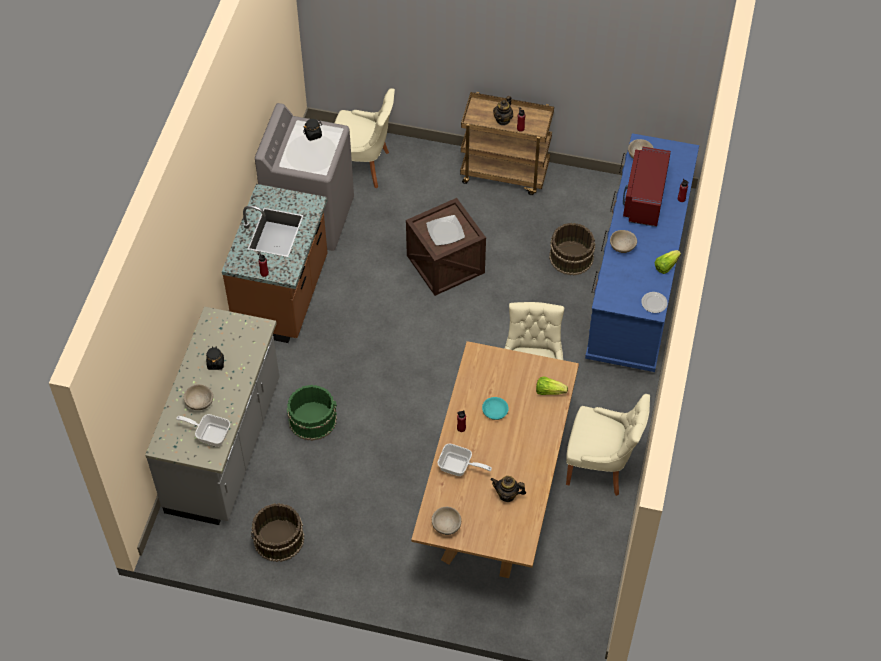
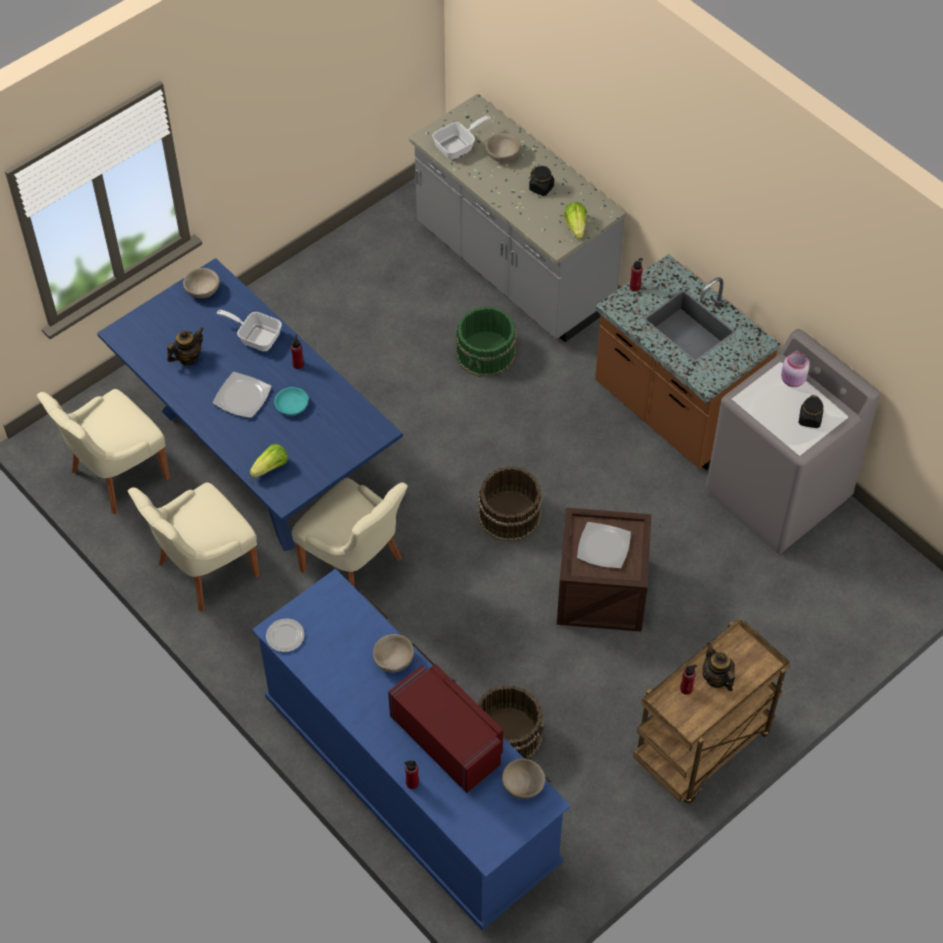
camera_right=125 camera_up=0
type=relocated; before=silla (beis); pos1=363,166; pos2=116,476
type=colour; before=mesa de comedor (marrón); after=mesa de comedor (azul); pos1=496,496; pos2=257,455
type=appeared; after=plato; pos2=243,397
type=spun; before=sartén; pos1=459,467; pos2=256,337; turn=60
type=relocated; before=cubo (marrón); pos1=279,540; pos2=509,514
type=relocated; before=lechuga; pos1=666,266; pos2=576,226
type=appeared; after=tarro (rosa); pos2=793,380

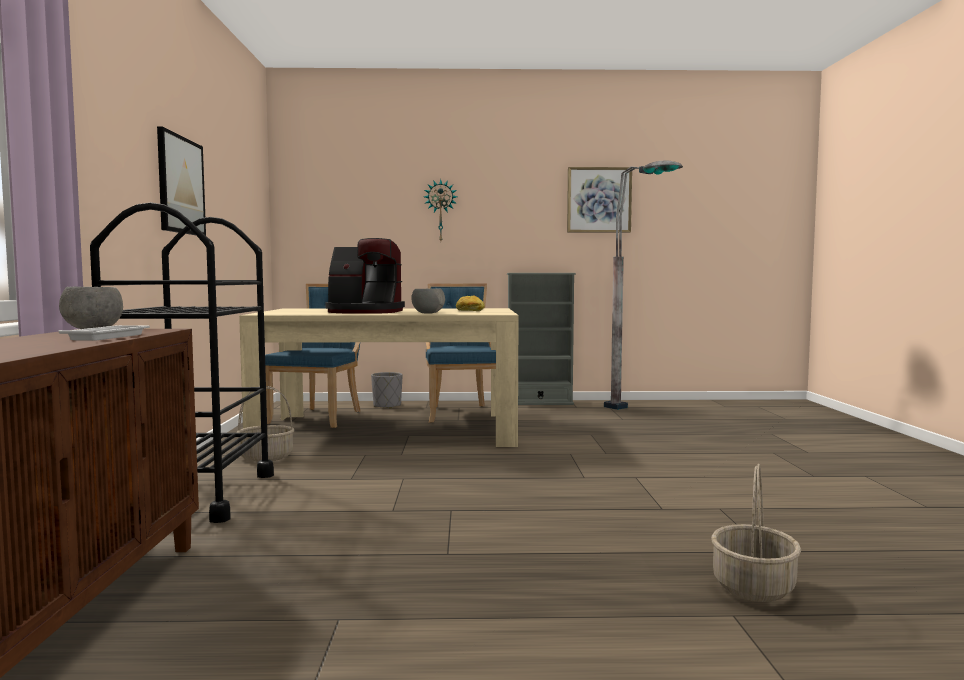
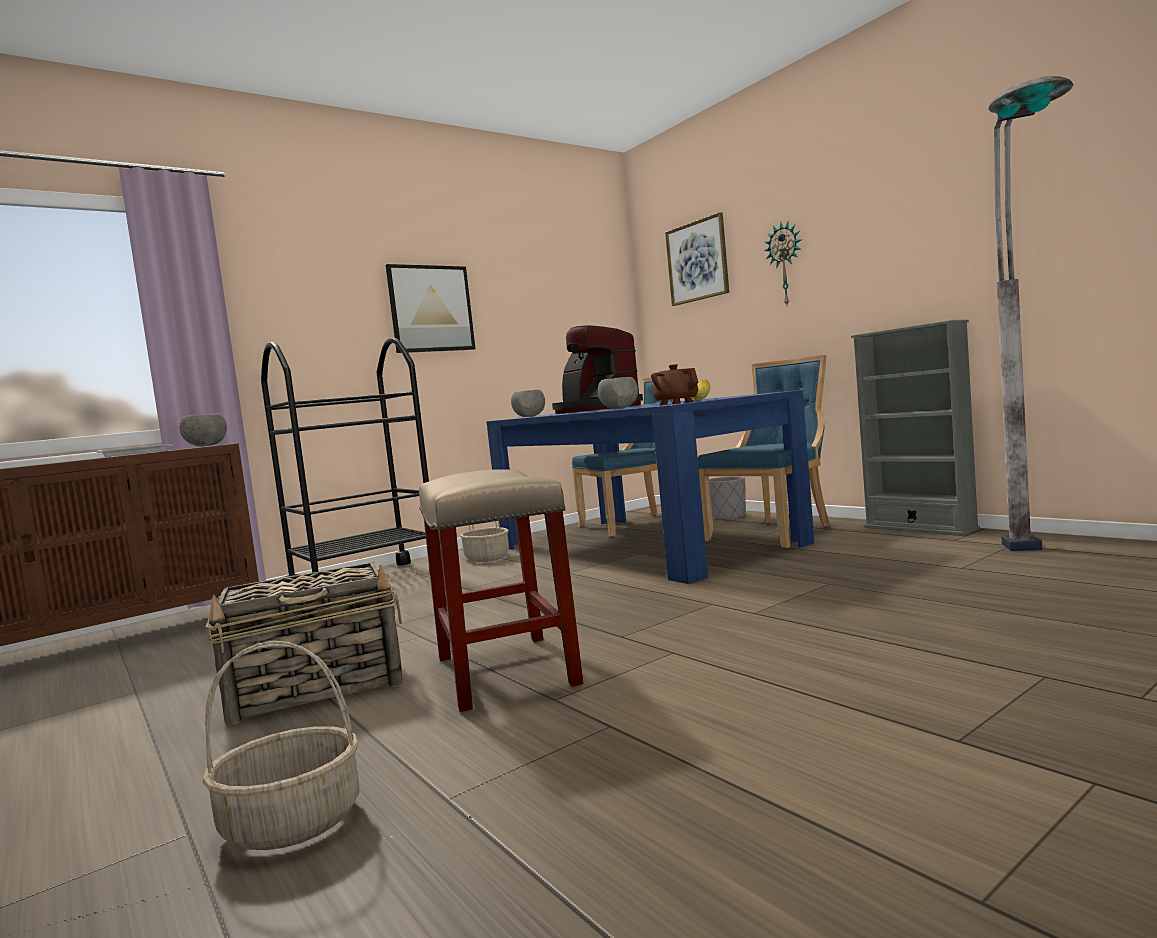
camera_right=55 camera_up=0
type=appeared; after=cesta; pos2=319,687
type=appeared; after=taburete (beis); pos2=507,671
type=colour; before=mesa de comedor (beis); after=mesa de comedor (azul); pos1=390,430; pos2=643,545
type=appeared; after=cuenco (gris); pos2=529,416
type=appeared; after=tetera (marrón); pos2=676,403
type=relocated; before=cuadro; pos1=599,200; pos2=697,261

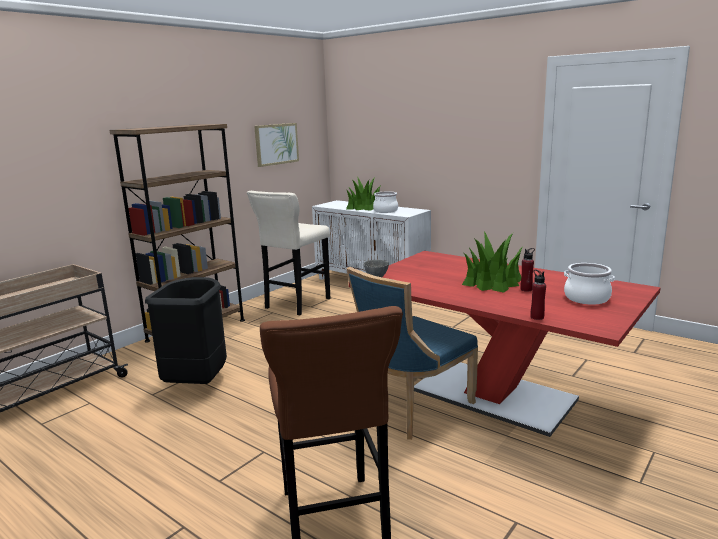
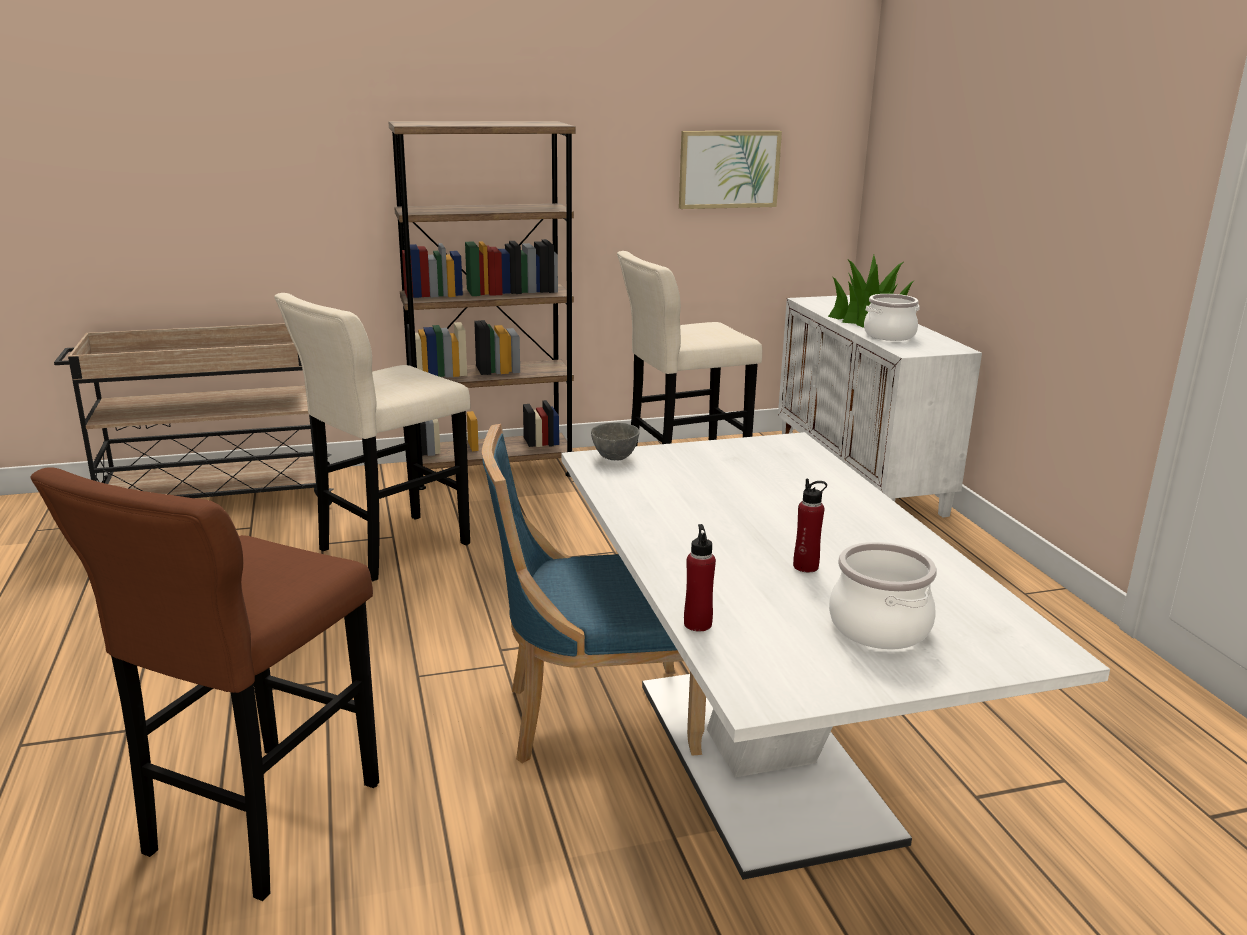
camera_right=35 camera_up=5
type=exchanged; before=papelera (negro); after=taburete (beis); pos1=197,383; pos2=388,549
type=colour; before=mesa de comedor (rojo); after=mesa de comedor (blanco); pos1=493,395; pos2=762,758
type=missing; before=planta en maceta; pos1=492,282

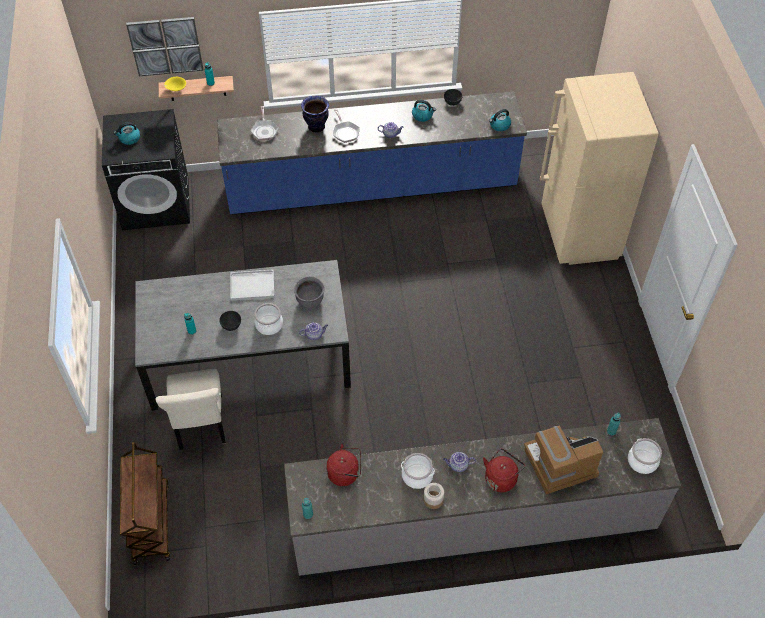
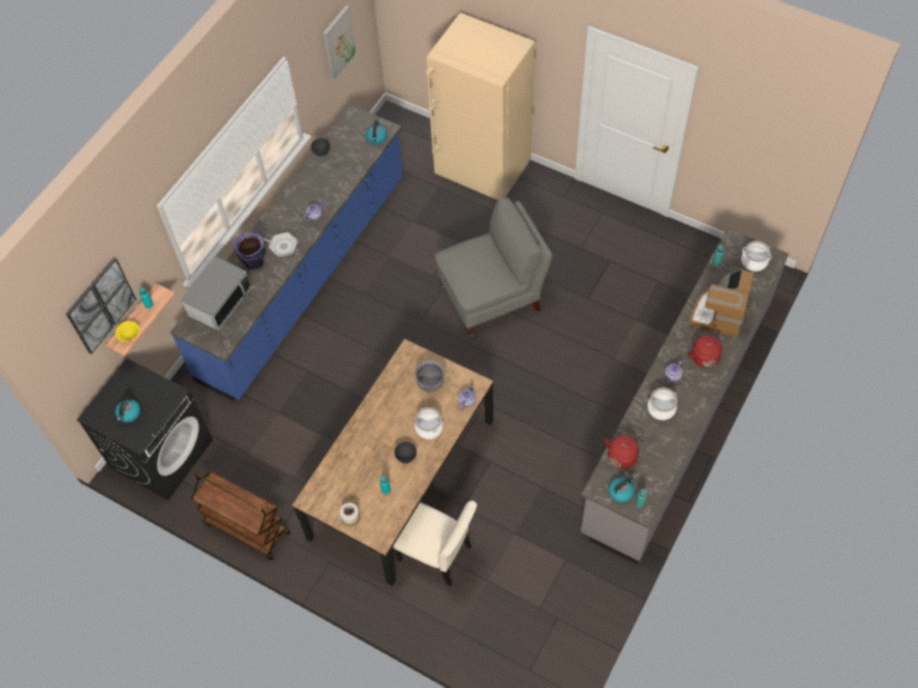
camera_right=-50 camera_up=5
type=exchanged; before=sartén; after=microondas; pos1=264,130; pos2=220,303
type=relocated; before=carrito (marrón); pos1=151,522; pos2=246,528
type=colour; before=mesa de comedor (gris); after=mesa de comedor (marrón); pos1=249,358; pos2=401,477
type=appeared; after=cuadro; pos2=338,42
type=relocated; before=tarro; pos1=433,500; pos2=350,518
type=appeared; after=silla (gris); pos2=492,297
type=relocated; before=hervidor; pos1=422,115; pos2=621,491
type=missing; before=bandeja (blanco); pos1=253,285

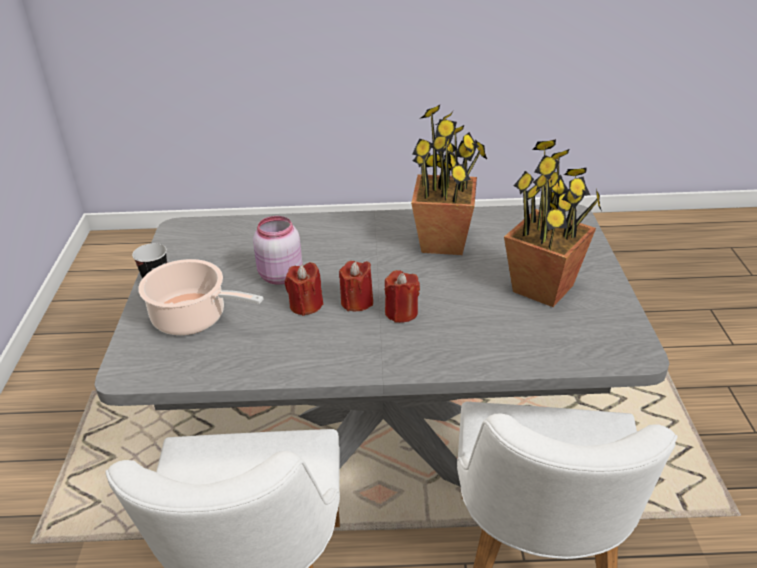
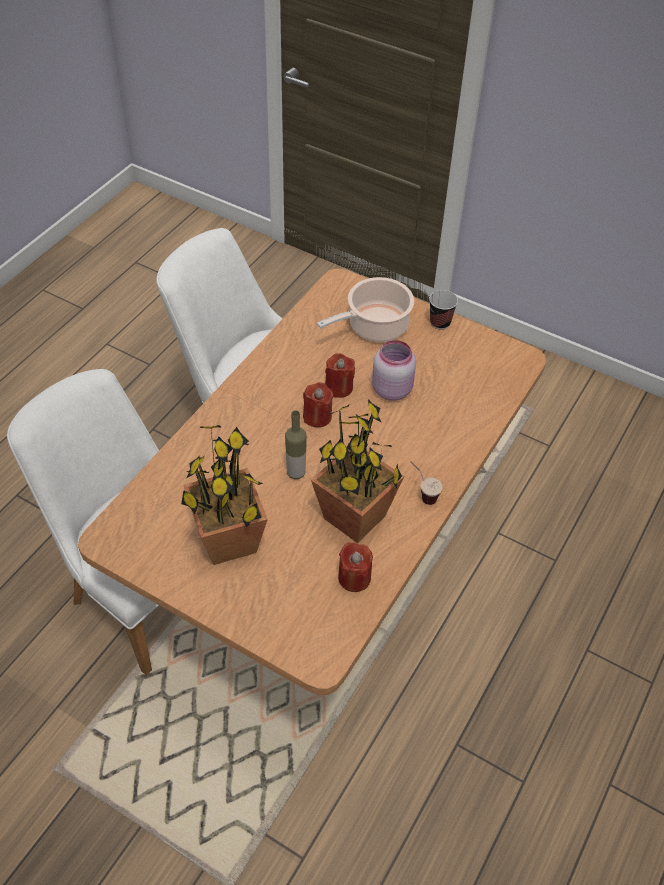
camera_right=120 camera_up=15
type=colour; before=mesa de comedor (gris); after=mesa de comedor (marrón); pos1=383,448; pos2=326,563
type=appeared; after=botella; pos2=296,473
type=relocated; before=vela (rojo); pos1=401,313; pos2=354,578
type=appeared; after=taza; pos2=422,494

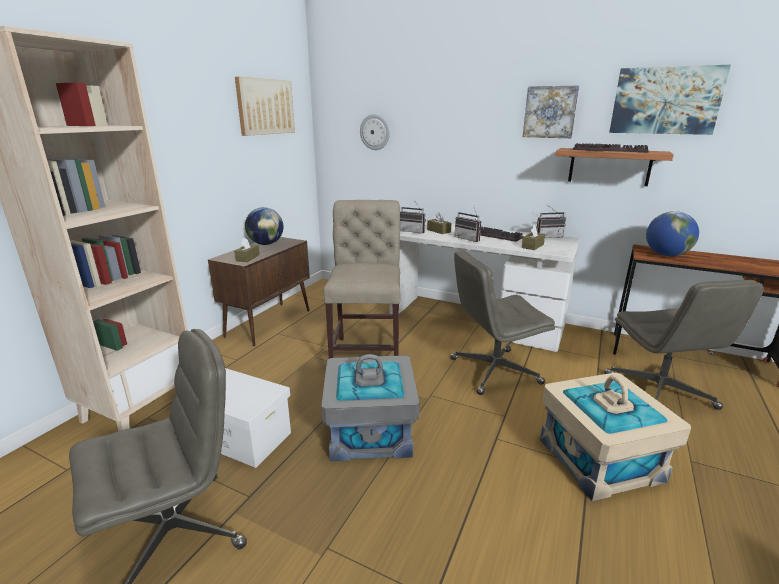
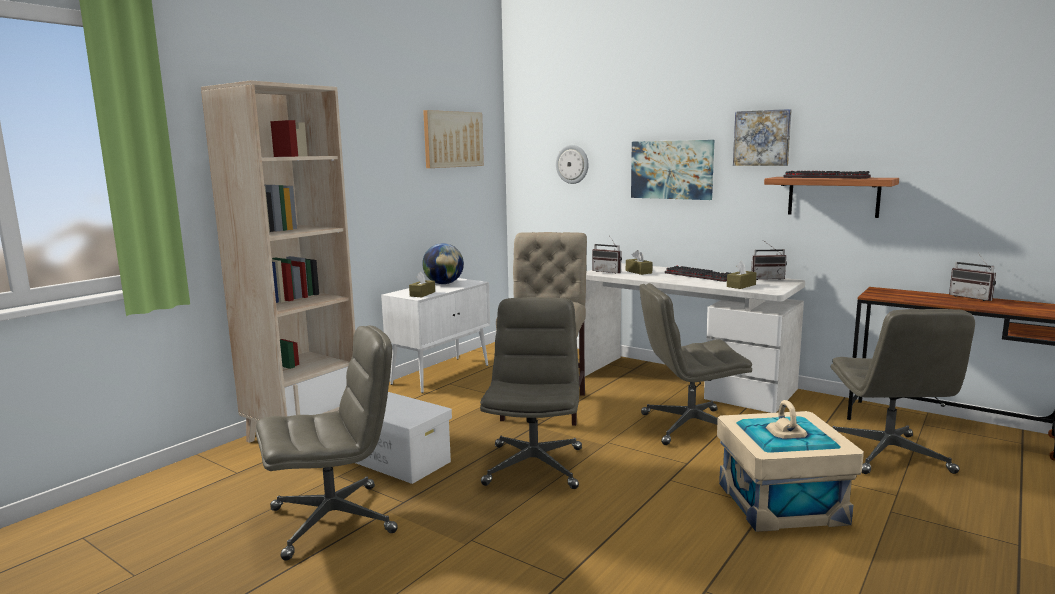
camera_right=10 camera_up=-10
type=colour; before=armario (marrón); after=armario (blanco); pos1=269,323; pos2=441,374
type=exchanged; before=caja de almacenaje (gris); after=silla de oficina (gris); pos1=370,431; pos2=534,465
type=relocated; before=cuadro; pos1=665,101; pos2=672,169
type=relocated; before=radio; pos1=469,239; pos2=972,297
type=missing; before=globo terráqueo; pos1=666,255

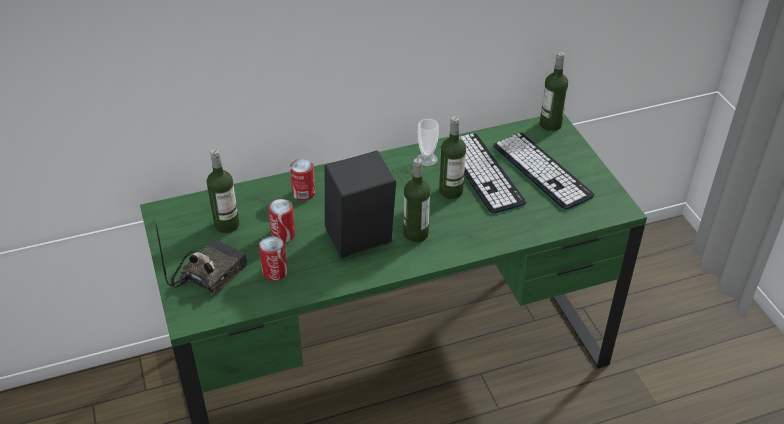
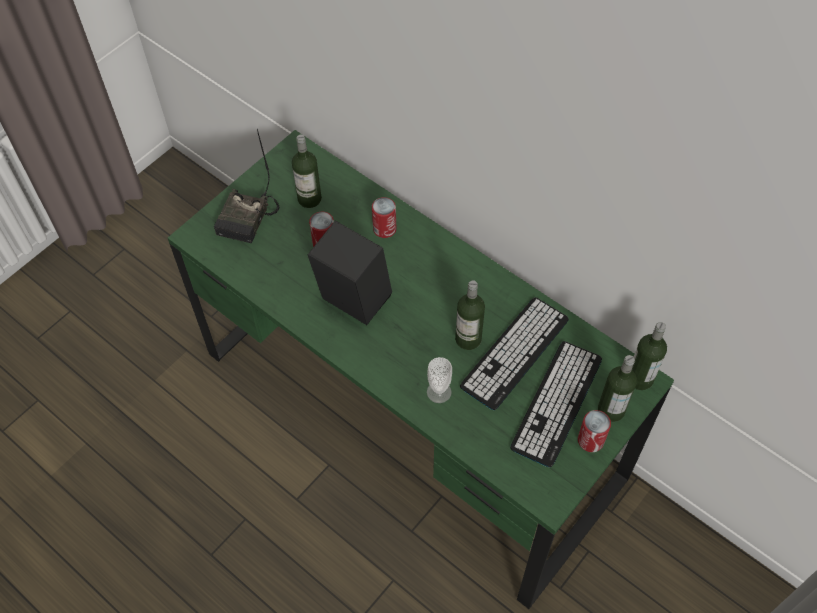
camera_right=60 camera_up=15
type=spun; before=radio; pos1=209,273; pos2=248,220; turn=105
type=relocated; before=taza; pos1=427,159; pos2=439,392
type=relocated; before=lata; pos1=275,272; pos2=590,440
type=relocated; before=botella; pos1=416,234; pos2=611,410

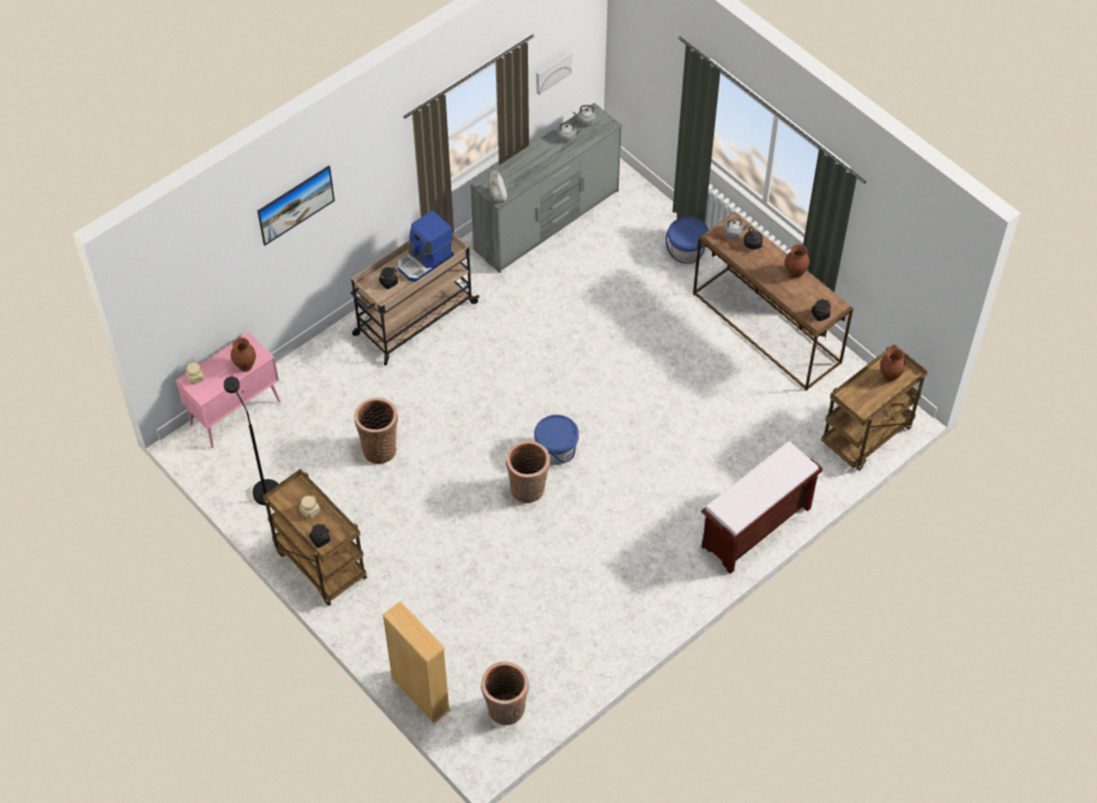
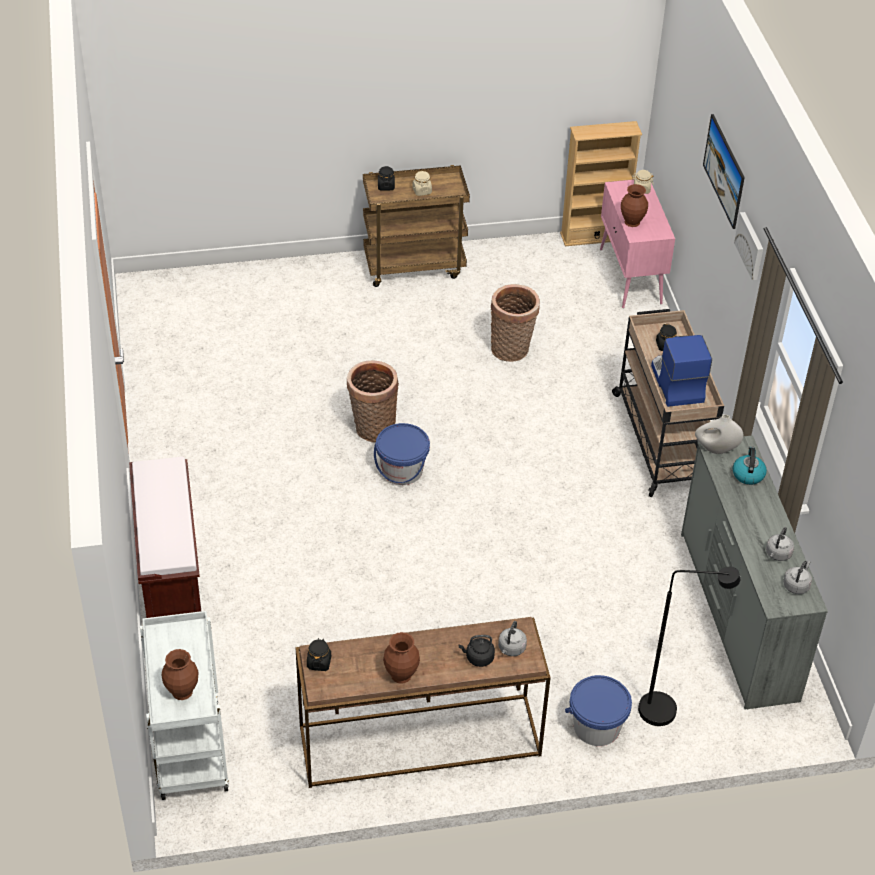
camera_right=120 camera_up=-10
type=colour; before=carrito (marrón); after=carrito (blanco); pos1=866,437; pos2=188,746
type=relocated; before=estantería (beis); pos1=420,694; pos2=594,236
type=relocated; before=lámpara de pie (negro); pos1=262,487; pos2=668,710
type=appeared; after=hervidor; pos2=748,474
type=relocated; before=cuadro; pos1=552,71; pos2=751,245
type=missing; before=cesta; pos1=506,711

